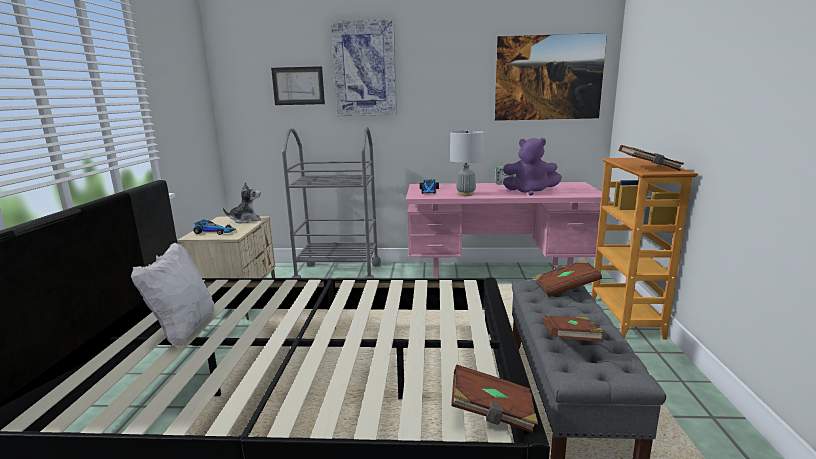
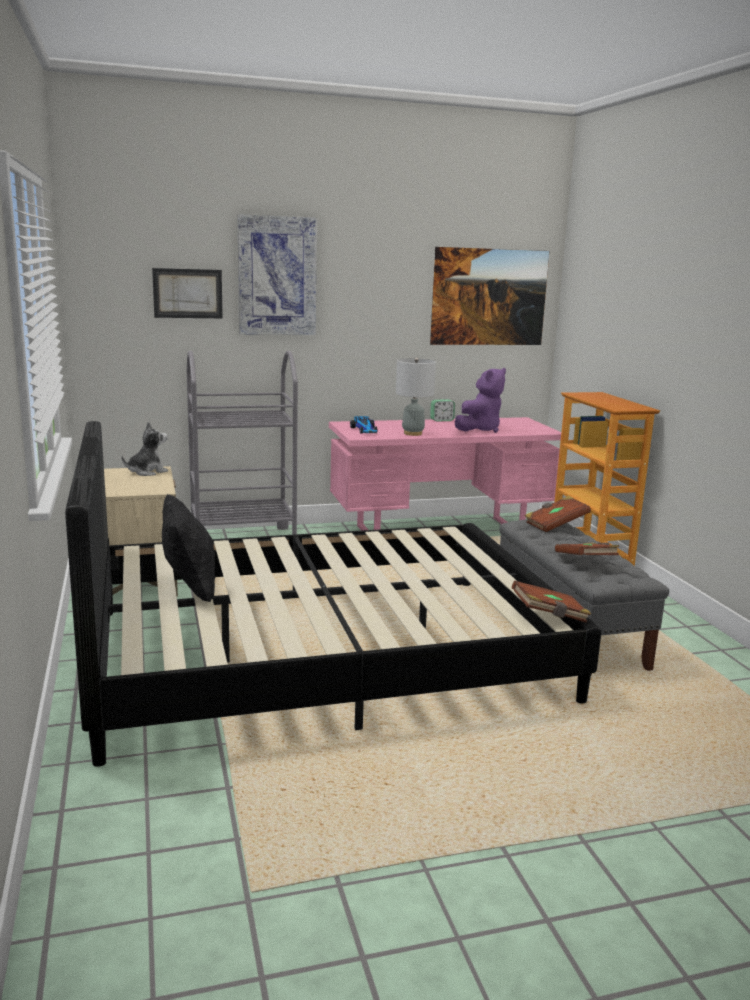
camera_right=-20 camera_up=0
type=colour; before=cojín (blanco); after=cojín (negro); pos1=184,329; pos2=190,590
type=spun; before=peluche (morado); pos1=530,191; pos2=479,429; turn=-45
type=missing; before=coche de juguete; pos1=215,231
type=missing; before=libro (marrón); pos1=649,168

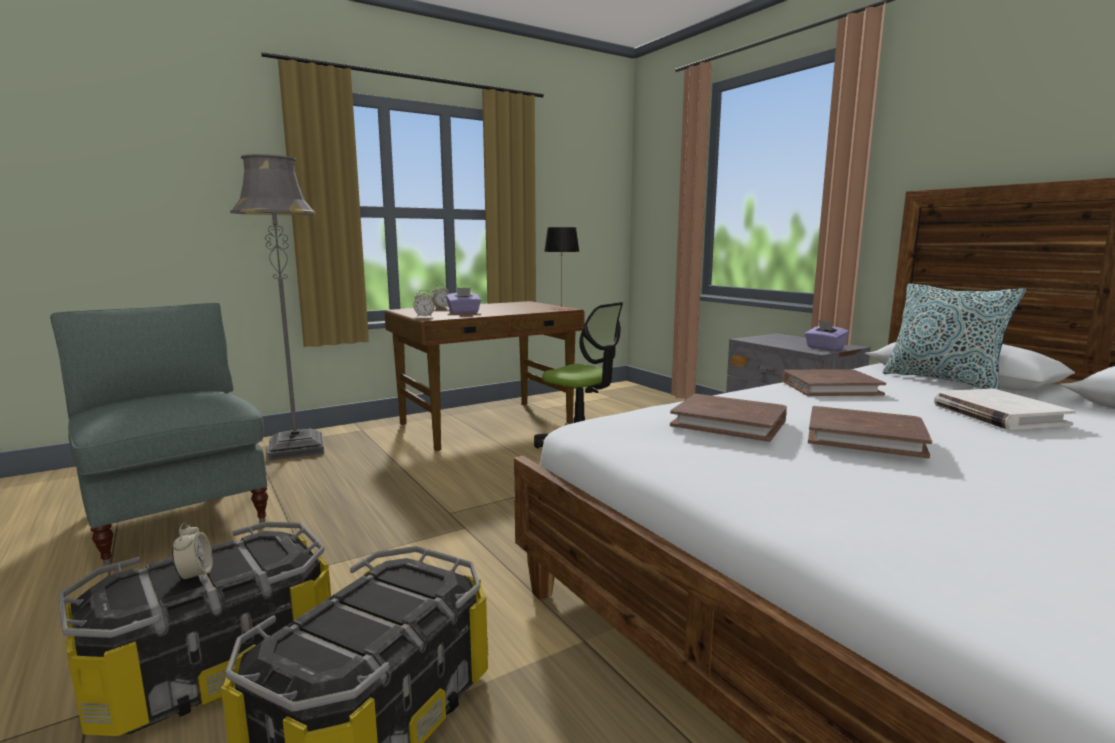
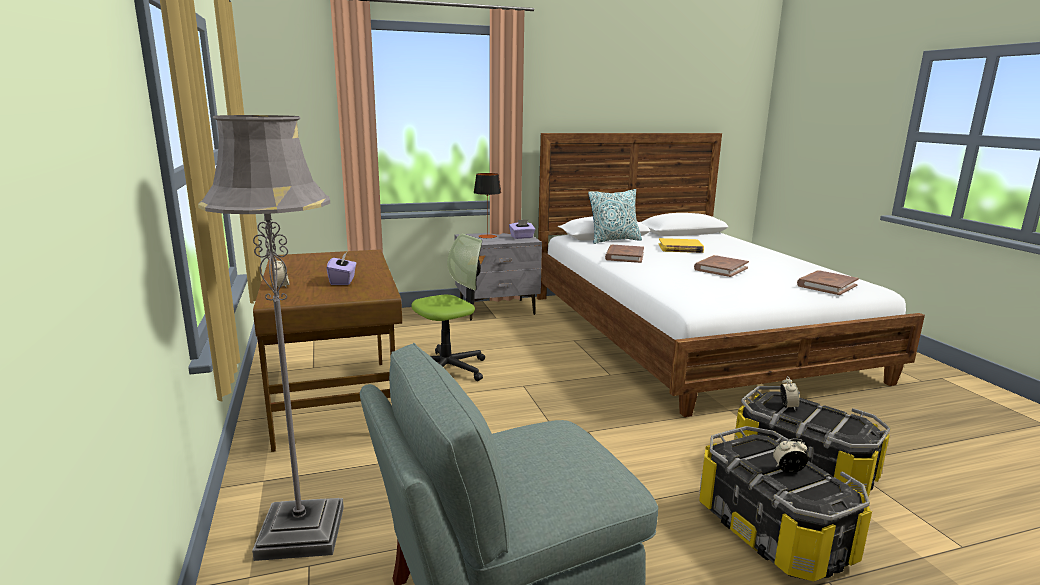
camera_right=-75 camera_up=5
type=relocated; before=lámpara de mesa; pos1=561,308; pos2=487,236
type=colour; before=libro (blanco); after=libro (amarillo); pos1=997,414; pos2=680,248
type=relocated; before=despertador; pos1=424,316; pos2=787,406
type=relocated; before=libro (marrón); pos1=729,422; pos2=826,285

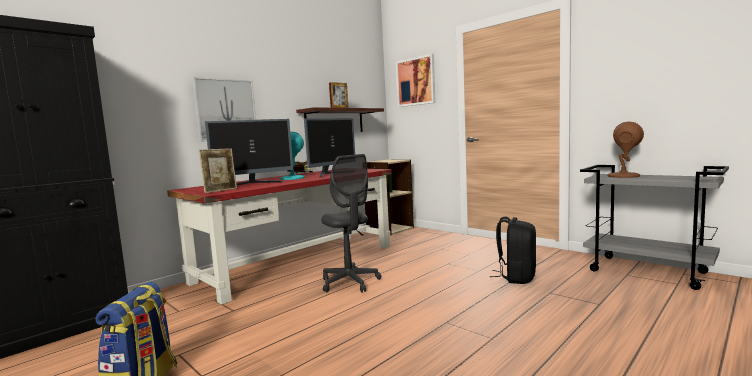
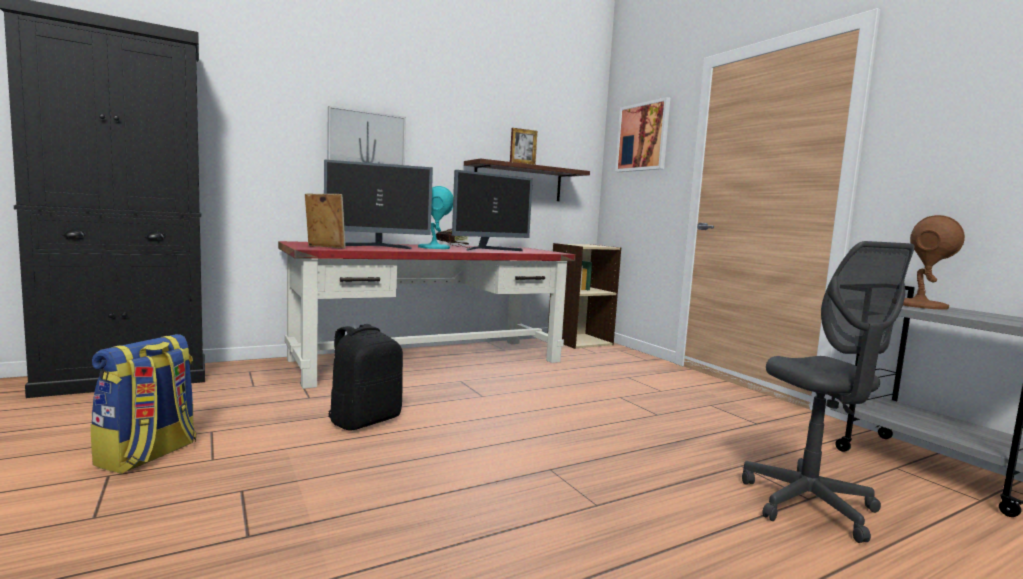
camera_right=15 camera_up=0
type=spun; before=portarretratos; pos1=220,191; pos2=324,247; turn=-120
type=relocated; before=mochila (negro); pos1=516,277; pos2=365,420
type=relocated; before=silla de oficina (gris); pos1=350,282; pos2=808,505

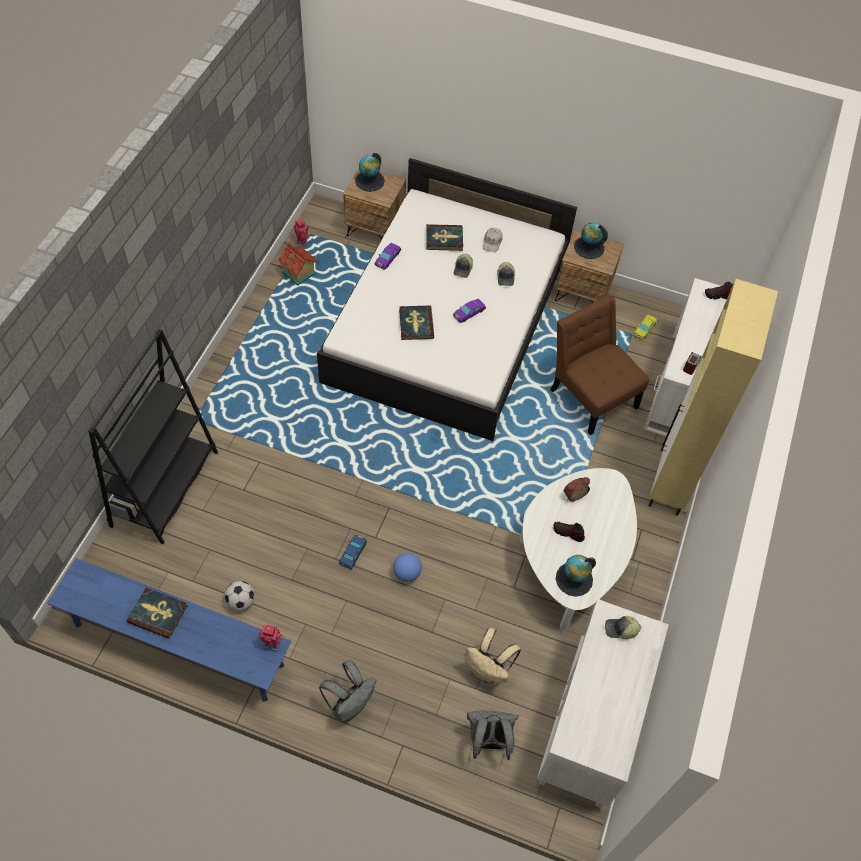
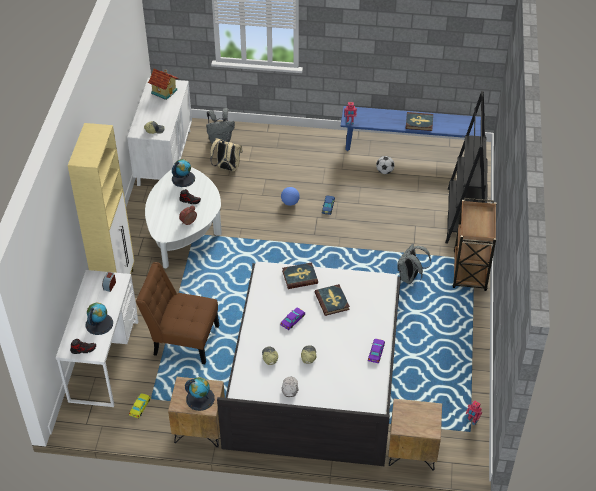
camera_right=170 camera_up=-10
type=relocated; before=globo terráqueo; pos1=369,181; pos2=99,324
type=spun; before=silla (marrón); pos1=591,395; pos2=182,339; turn=150
type=relocated; before=casita; pos1=298,274; pos2=164,91
type=relocated; before=libro; pos1=444,239; pos2=299,277
type=relocated; before=mochila (gris); pos1=350,704; pos2=409,278
type=appeared; after=carrito (marrón); pos2=469,272

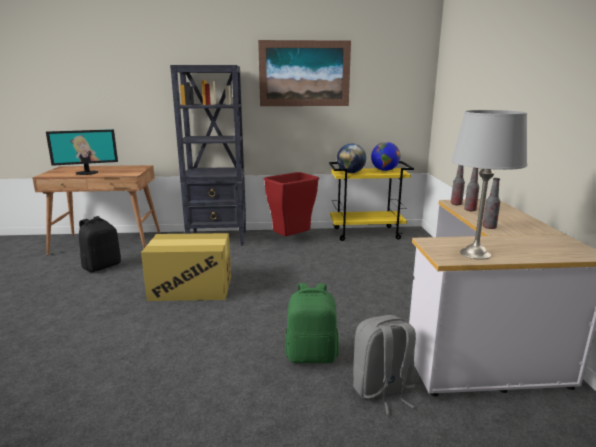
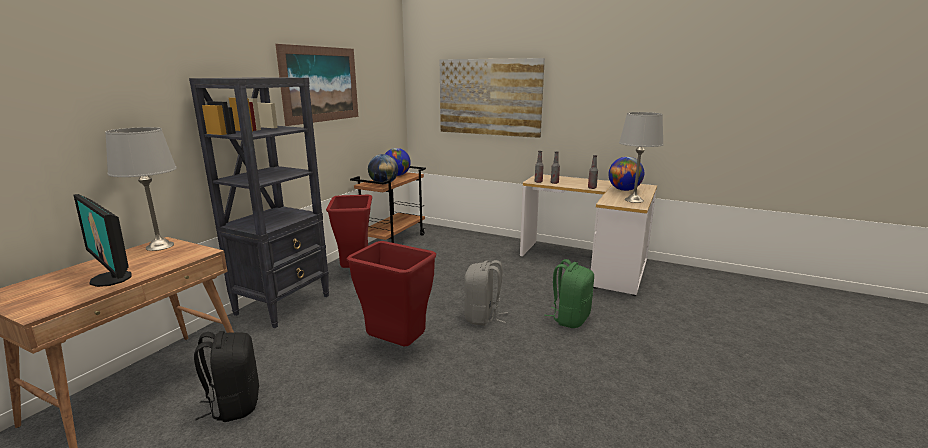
camera_right=-60 camera_up=0
type=spun; before=monitor; pos1=87,173; pos2=112,278; turn=120
type=appeared; after=lámpara de mesa (gris); pos2=160,246
type=exchanged; before=caja de cartón; after=papelera (rojo); pos1=191,288; pos2=397,346
type=colour; before=carrito (amarillo); after=carrito (marrón); pos1=366,233; pos2=393,240
type=appeared; after=cuadro; pos2=489,97
type=relocated; before=mochila (gris); pos1=382,390; pos2=483,317
type=appeared; after=globo terráqueo; pos2=624,190

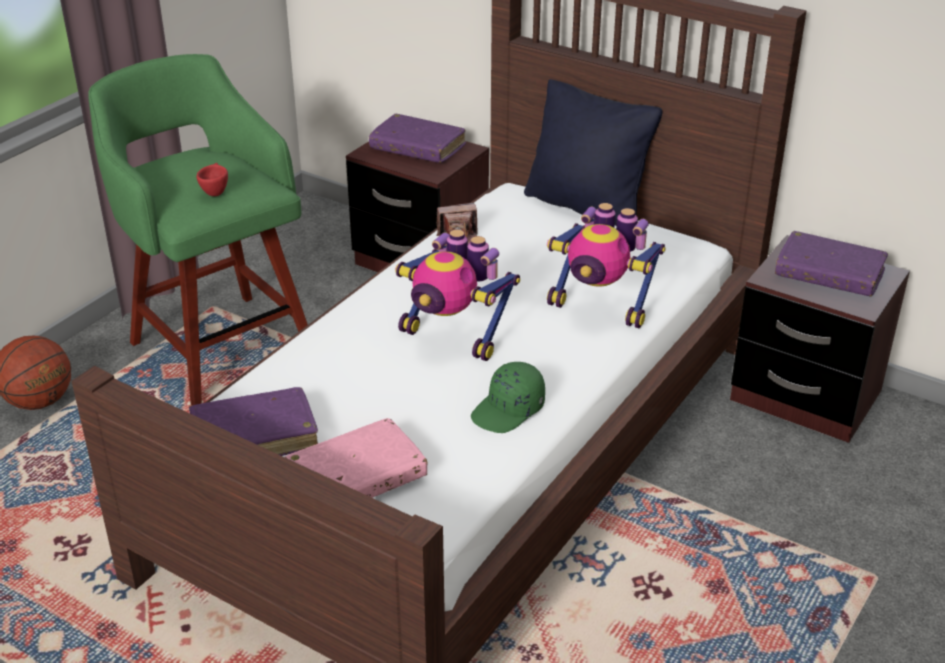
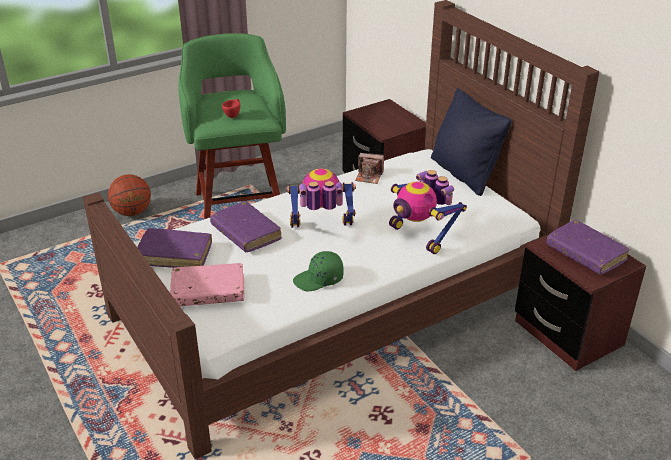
camera_right=25 camera_up=0
type=relocated; before=libro (morado); pos1=417,148; pos2=246,233
type=spun; before=robot de juguete; pos1=453,337; pos2=321,230; turn=120

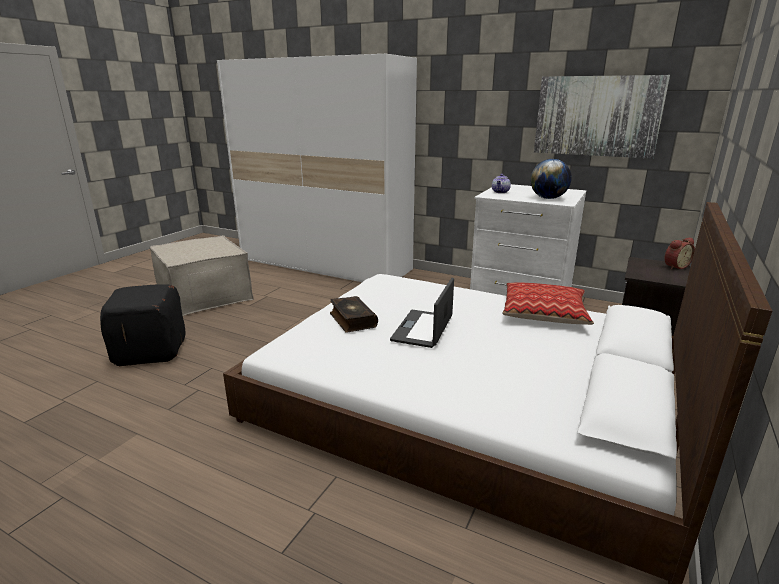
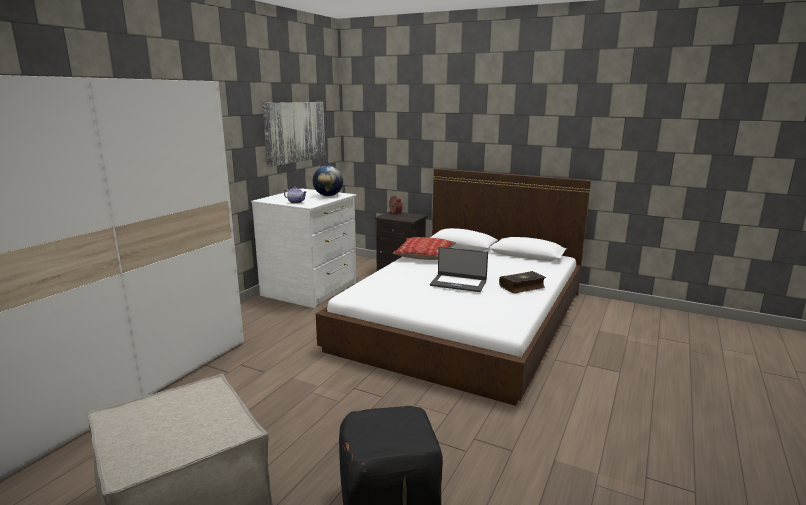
camera_right=-90 camera_up=-5
type=relocated; before=libro; pos1=352,320; pos2=522,287

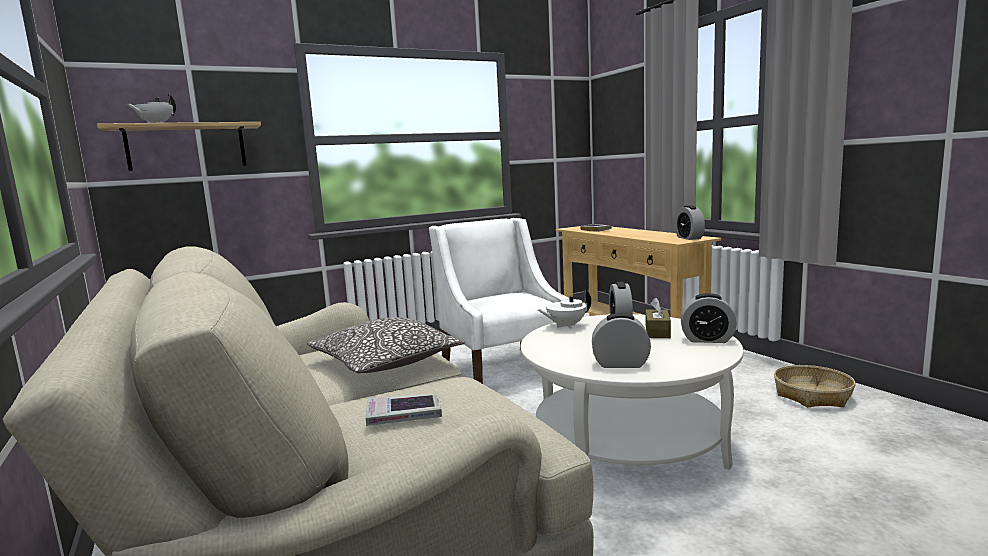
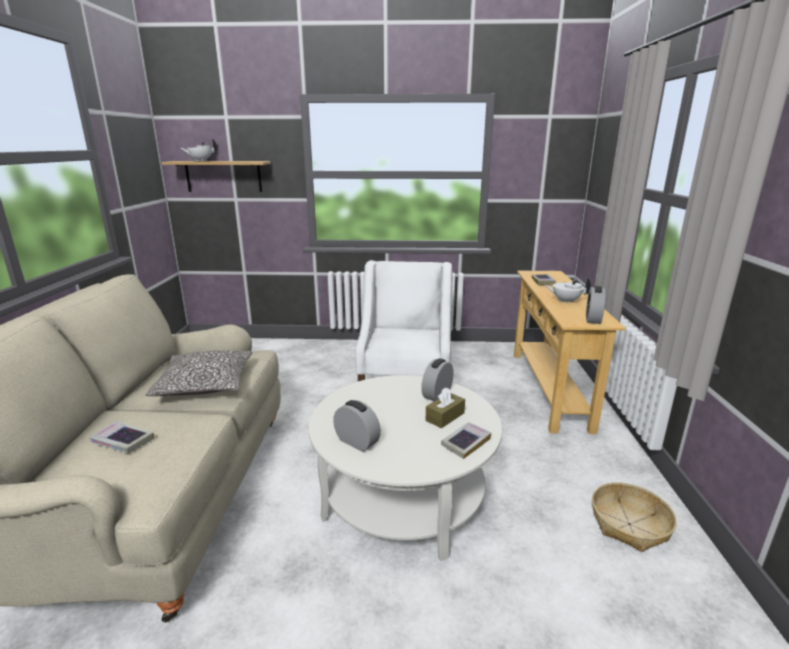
camera_right=30 camera_up=10
type=exchanged; before=despertador; after=libro; pos1=707,340; pos2=466,443
type=relocated; before=tetera (blanco); pos1=565,326; pos2=565,301

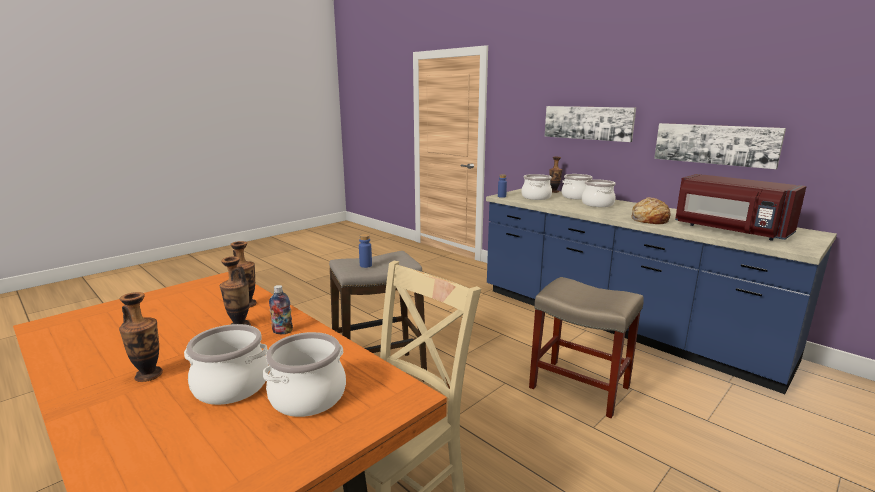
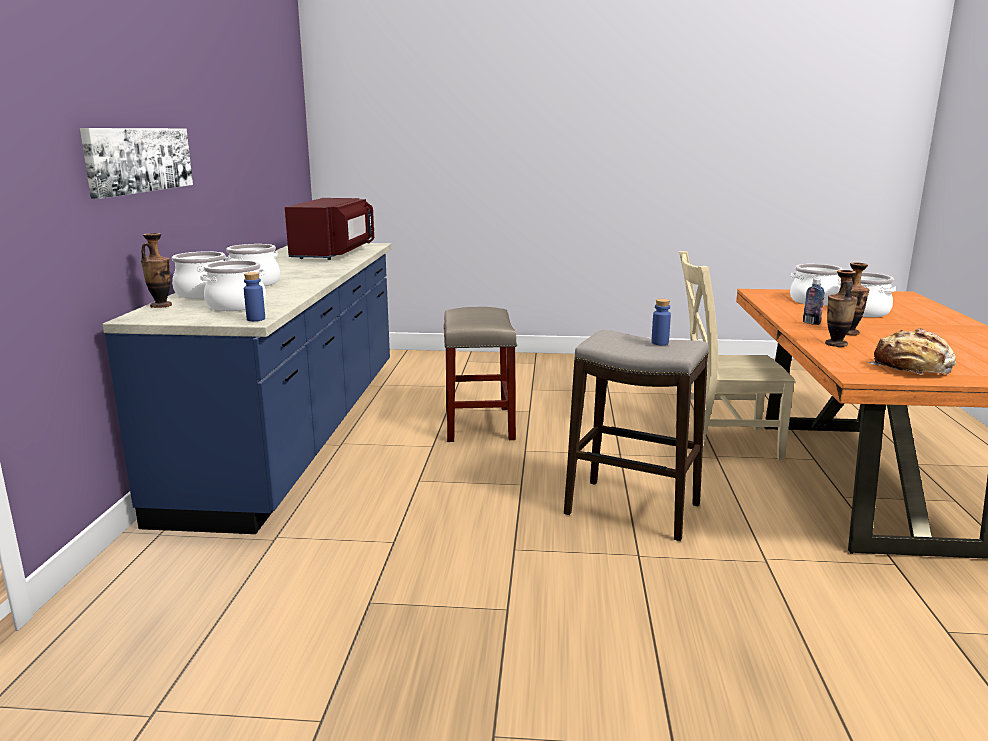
camera_right=-130 camera_up=0
type=relocated; before=pan; pos1=649,219; pos2=911,368
type=missing; before=florero; pos1=149,375
type=missing; before=cuadro; pos1=715,144

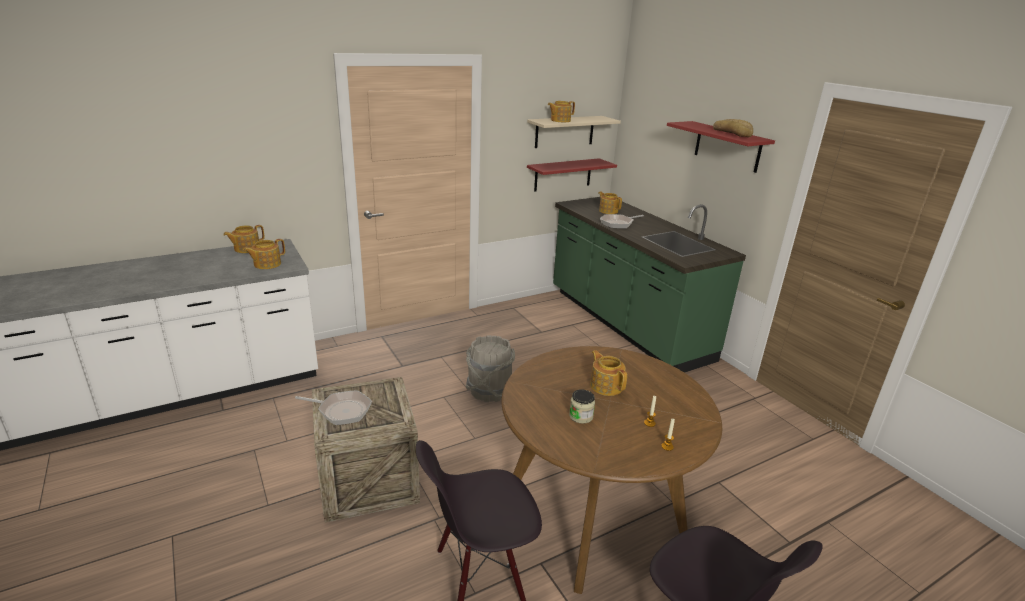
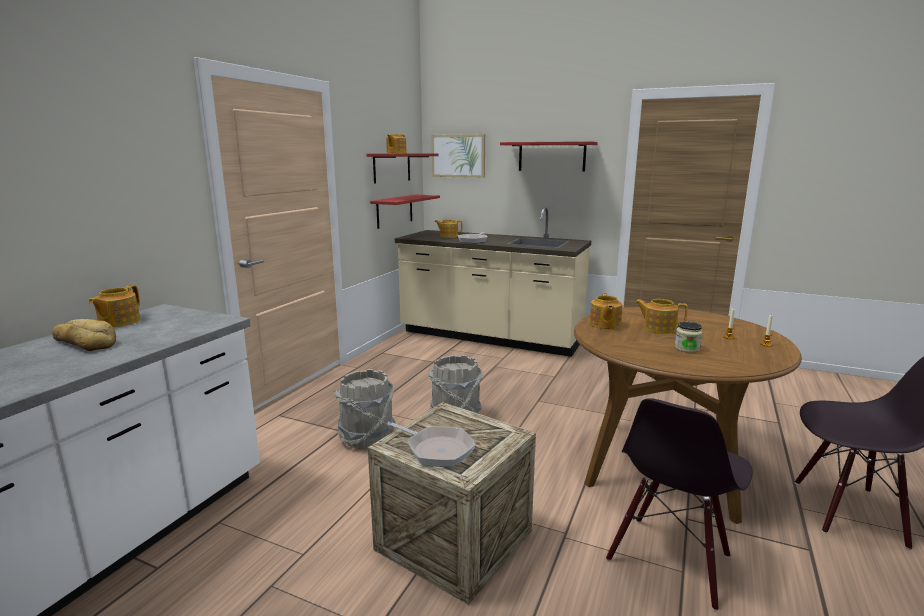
camera_right=-35 camera_up=-10
type=relocated; before=pan; pos1=732,133; pos2=86,342
type=appeared; after=cubo (gris); pos2=367,437
type=colour; before=estante (beis); after=estante (rojo); pos1=564,131; pos2=392,167
type=spun; before=sartén; pos1=341,410; pos2=436,449; turn=60
type=colour; before=mueble bajo de cocina (verde); after=mueble bajo de cocina (beis); pos1=626,324; pos2=490,337
type=appeared; after=cuadro; pos2=458,156
type=relocated; before=tetera; pos1=266,264; pos2=604,325

